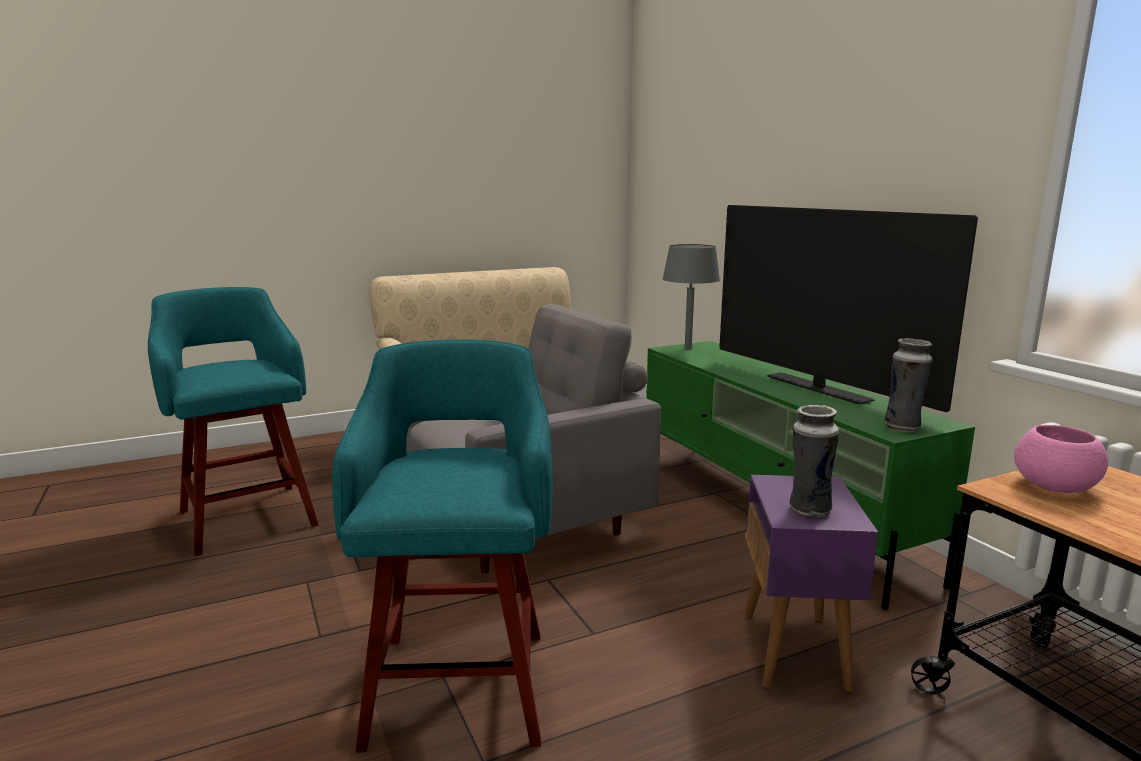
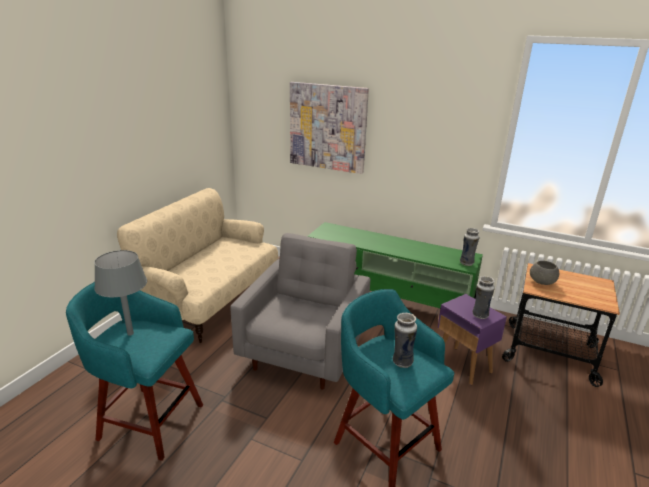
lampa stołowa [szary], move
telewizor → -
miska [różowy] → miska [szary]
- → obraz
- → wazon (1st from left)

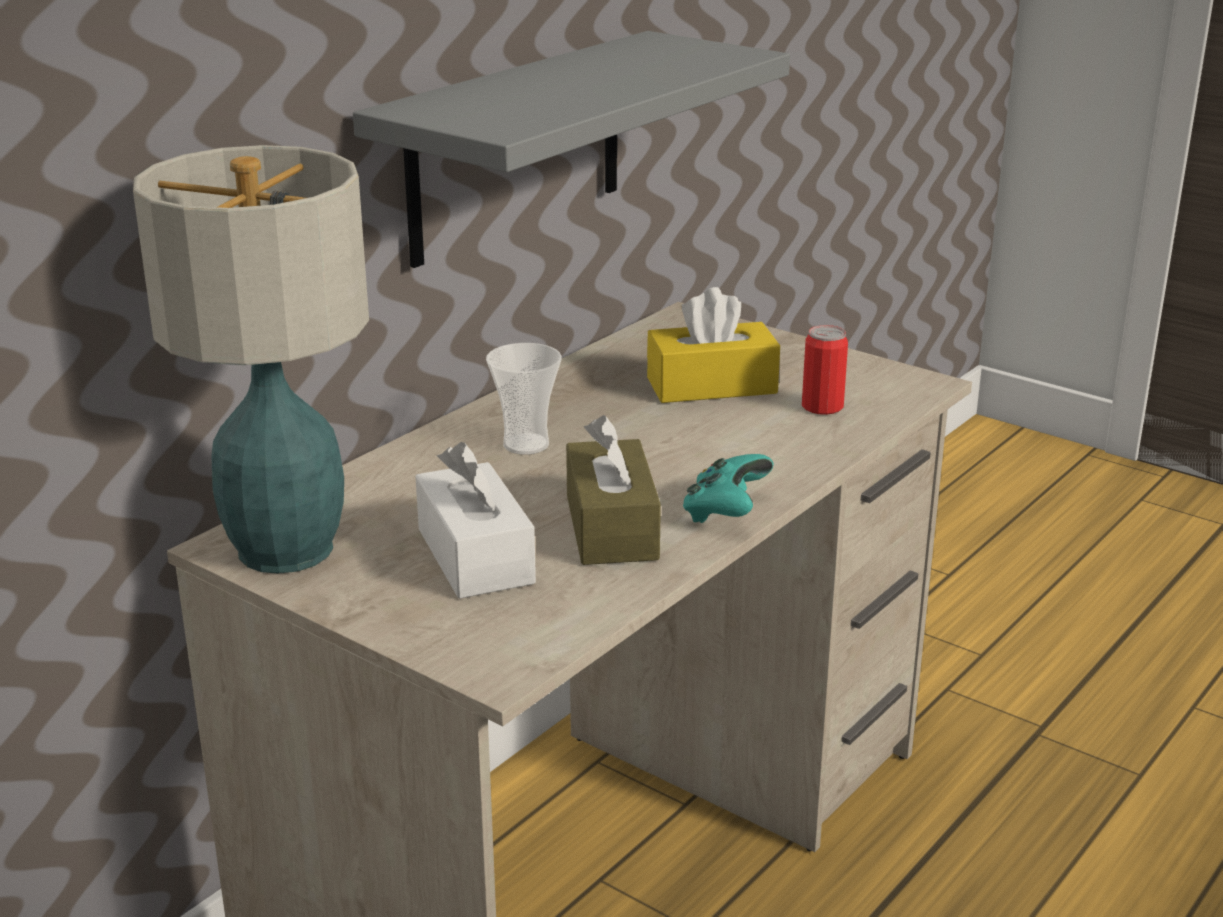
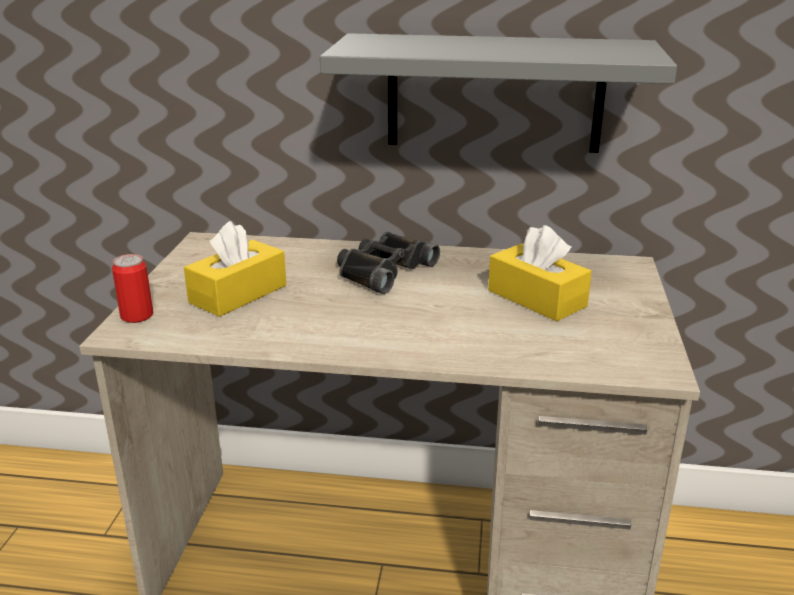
lampa stołowa → -
pudełko chusteczek [biały] → pudełko chusteczek [żółty] (1st from left)
filiżanka → lornetka [czarny]
pudełko chusteczek [brązowy] → -
pad do gier [turkusowy] → -
puszka, move

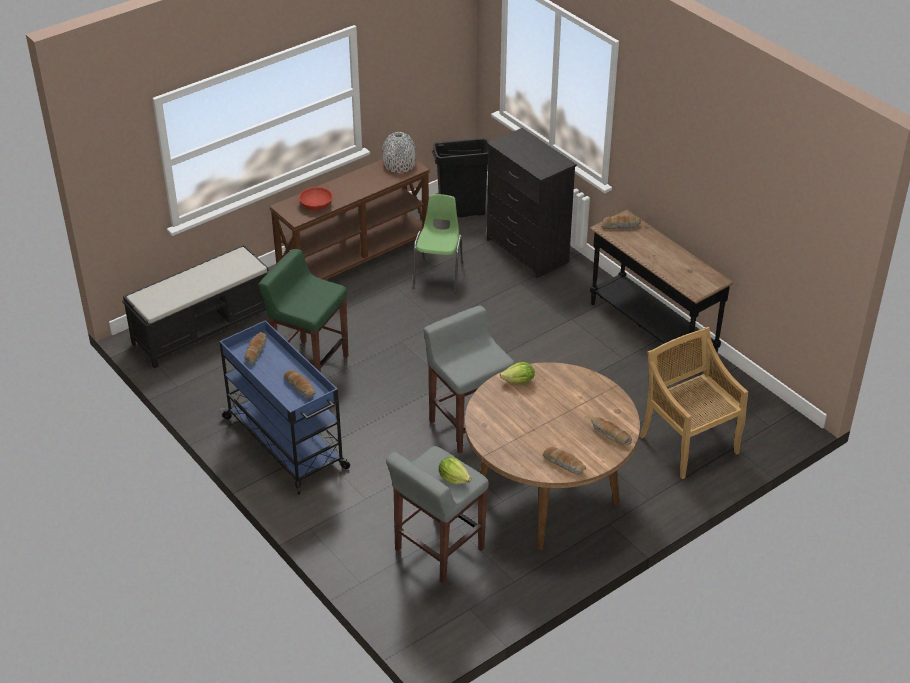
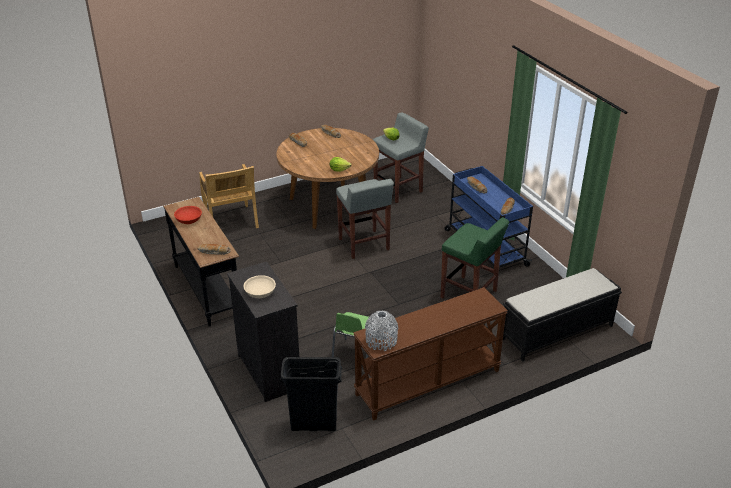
miska [czerwony], move
- → miska [beżowy]

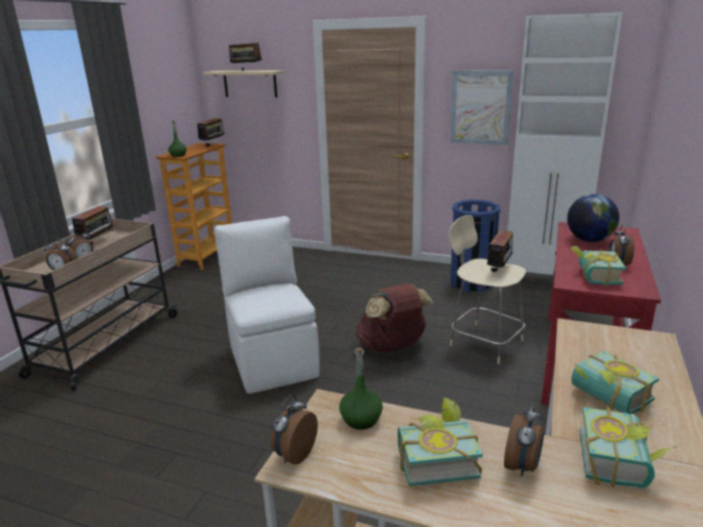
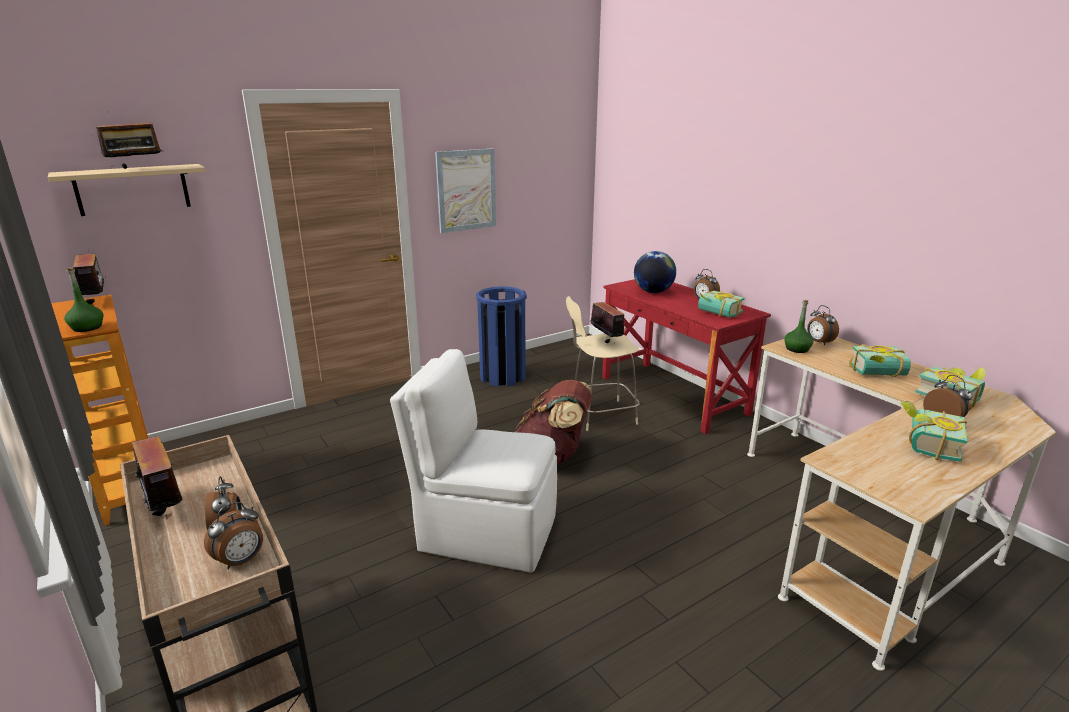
budzik (3rd from left in the first image) → budzik (4th from left), move
butelka [zielony] (2nd from left), move
szafka [biały] → -

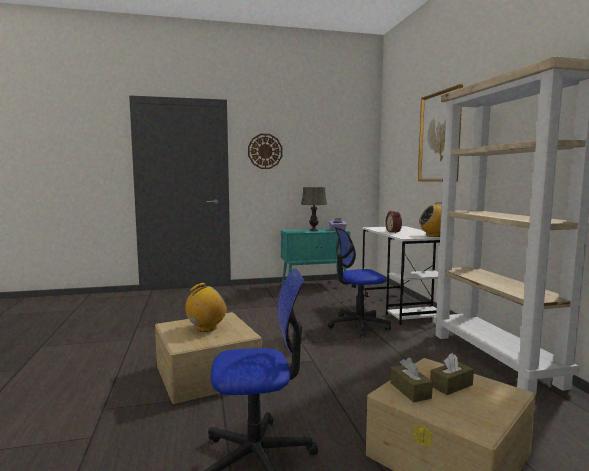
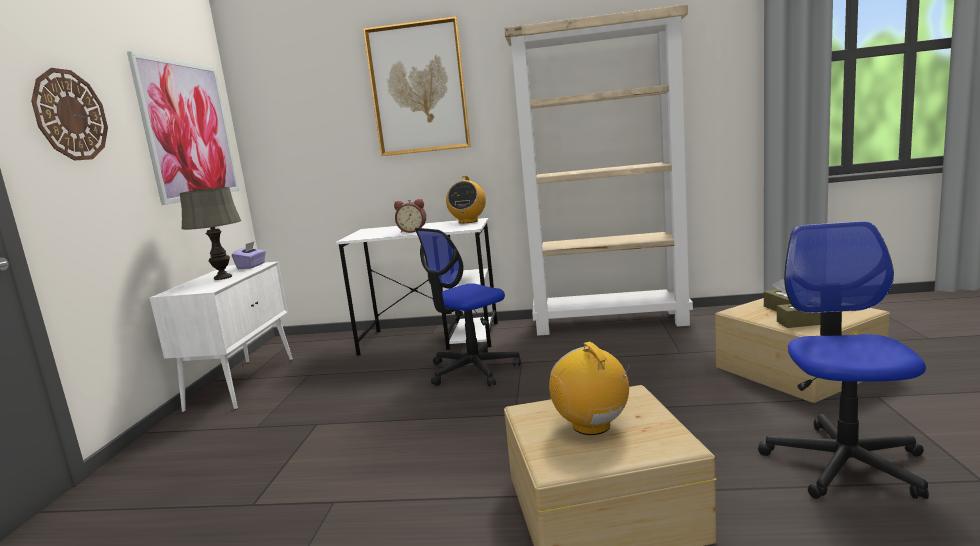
szafka [turkusowy] → szafka [biały]
krzesło biurowe (2nd from left in the first image) → krzesło biurowe (1st from left), 45 degrees clockwise
- → obraz (1st from left)

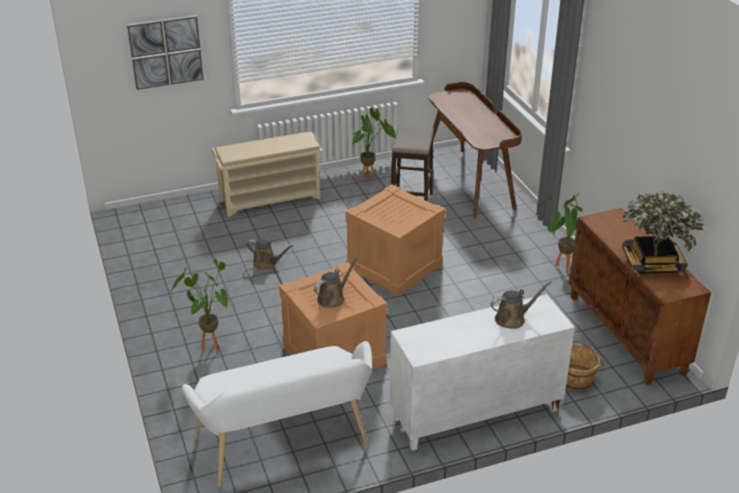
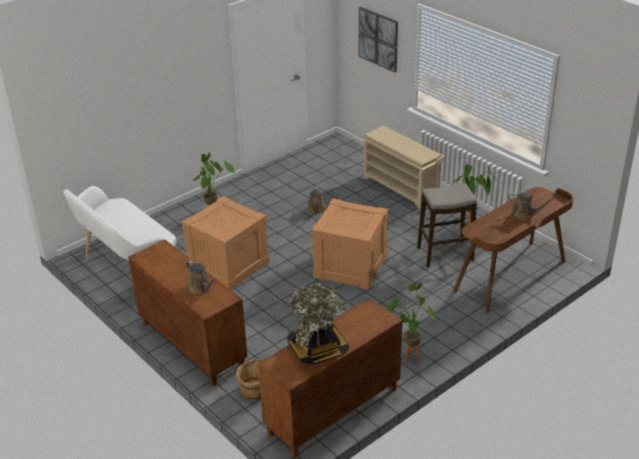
konewka [brązowy] (2nd from left in the first image) → konewka [brązowy] (3rd from left), move
szafka [biały] → szafka [brązowy] (1st from left)

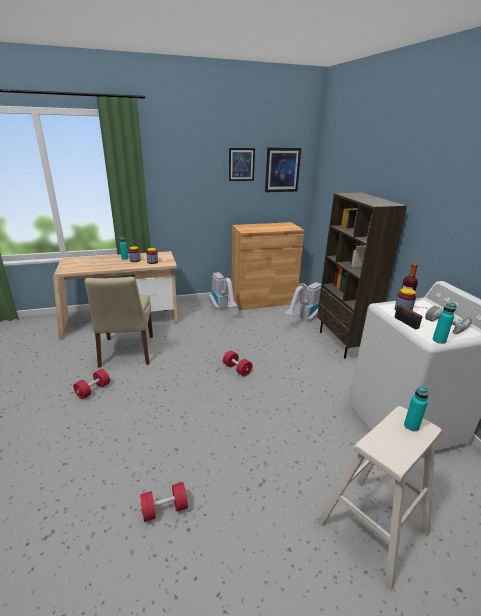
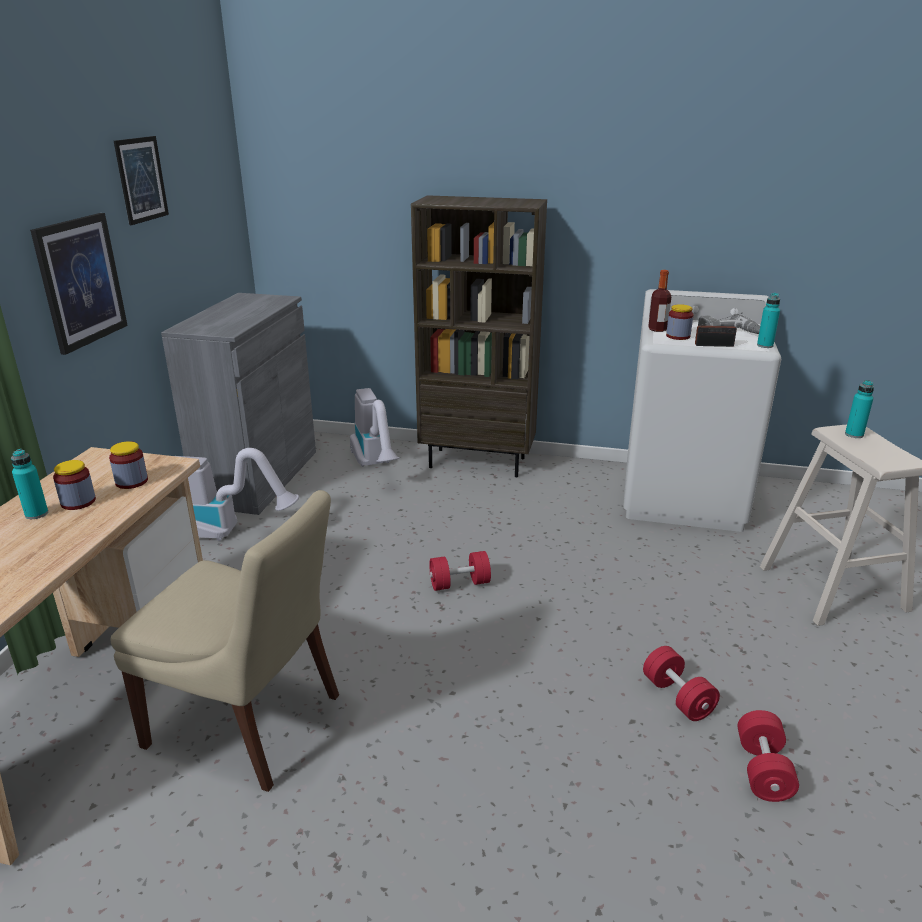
hantel [czerwony] (1st from left in the first image) → hantel [czerwony] (2nd from left), move
szafka [brązowy] → szafka [szary]
obraz (2nd from left in the first image) → obraz (1st from left), move

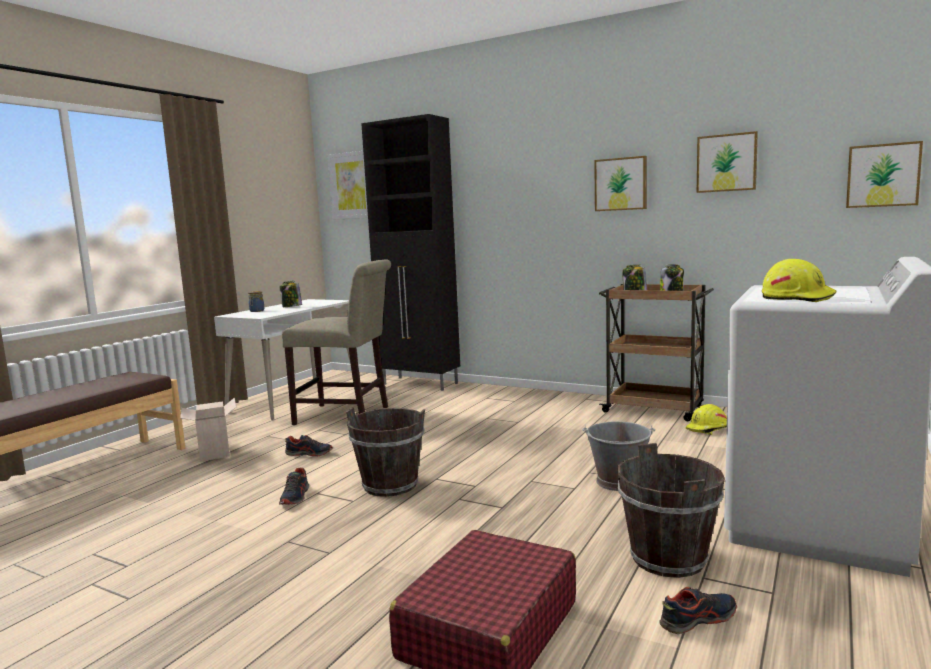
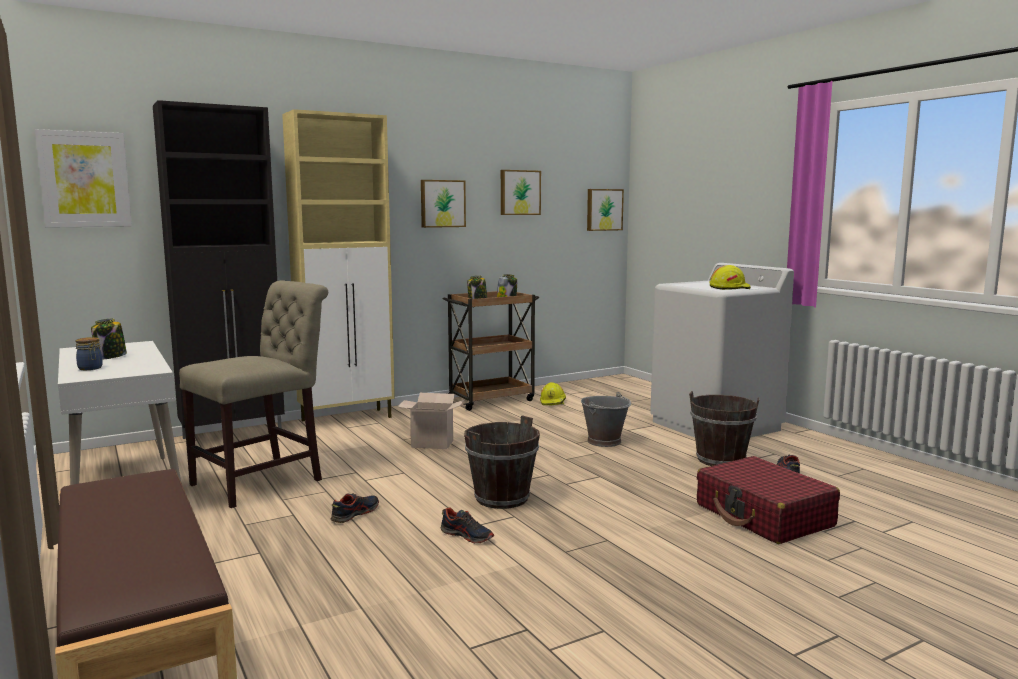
karton, move
- → szafka [beżowy]

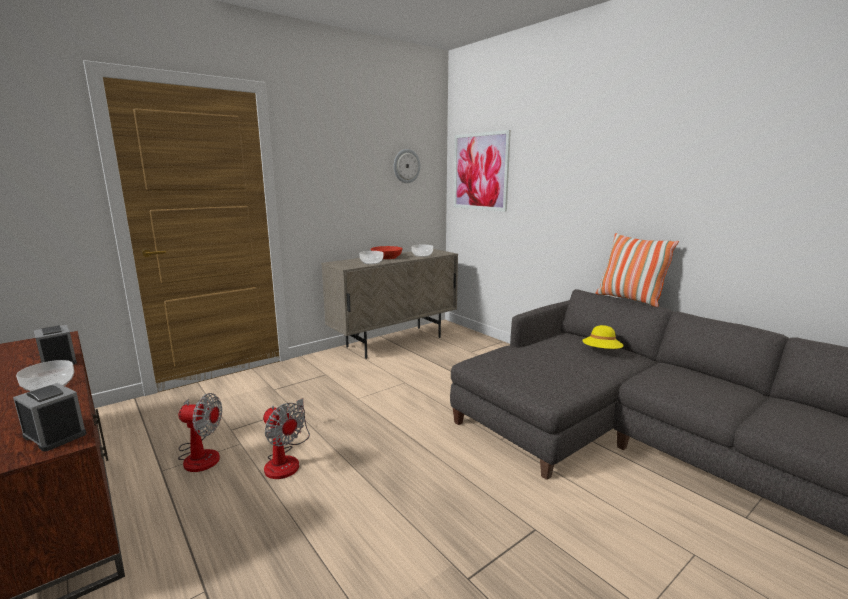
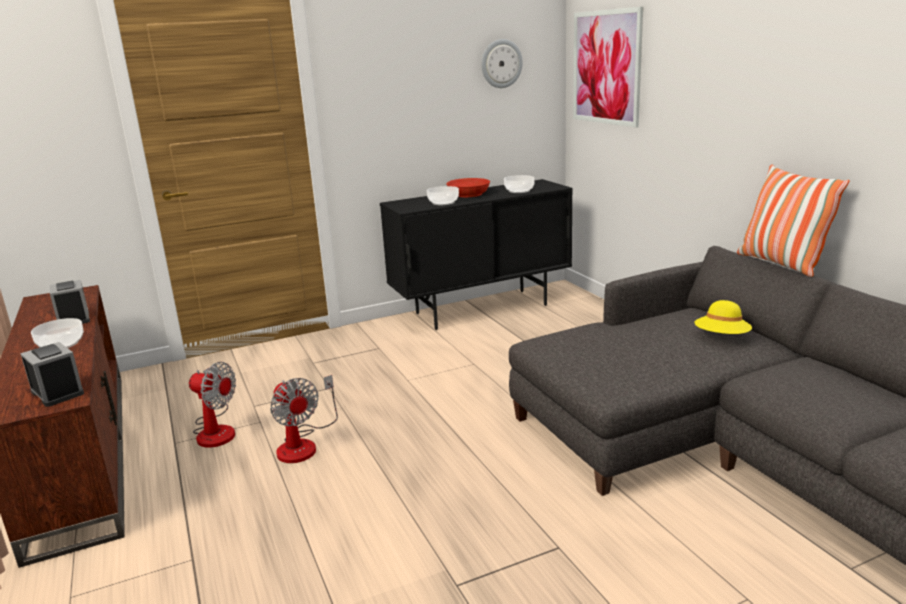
szafka [beżowy] → szafka [czarny]

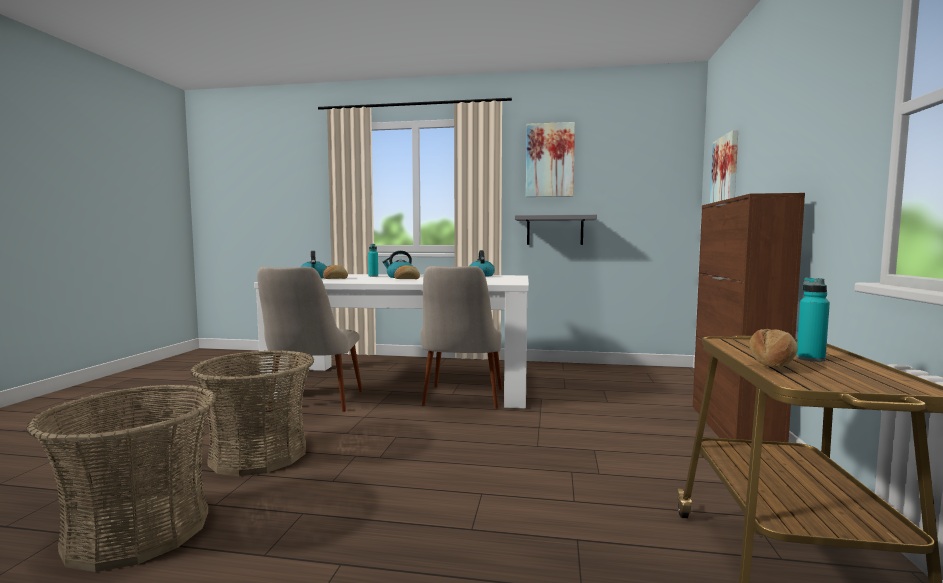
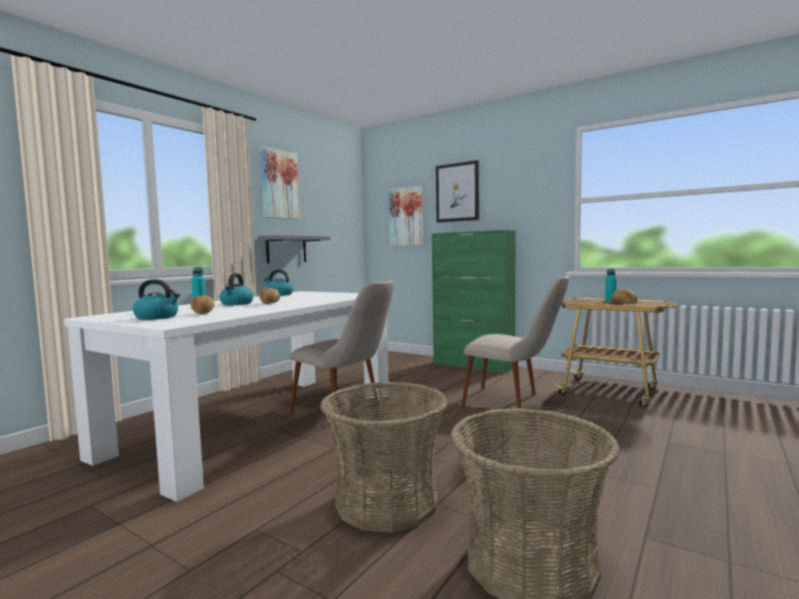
krzesło [beżowy] (1st from left in the first image) → krzesło [beżowy] (2nd from left), move
szafka [brązowy] → szafka [zielony]
- → obraz (3rd from left)

